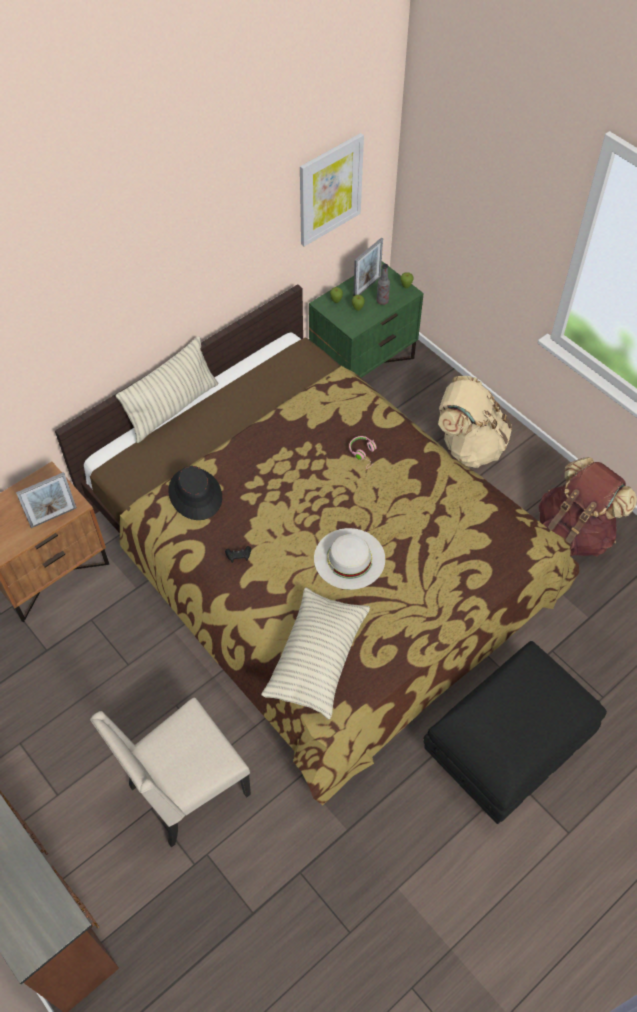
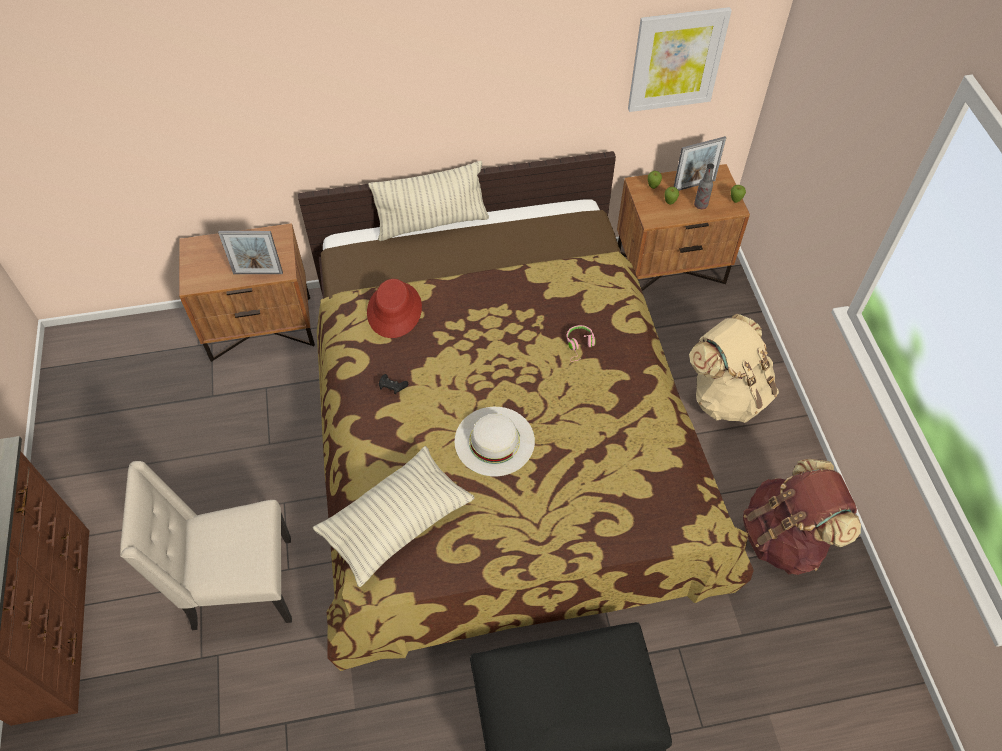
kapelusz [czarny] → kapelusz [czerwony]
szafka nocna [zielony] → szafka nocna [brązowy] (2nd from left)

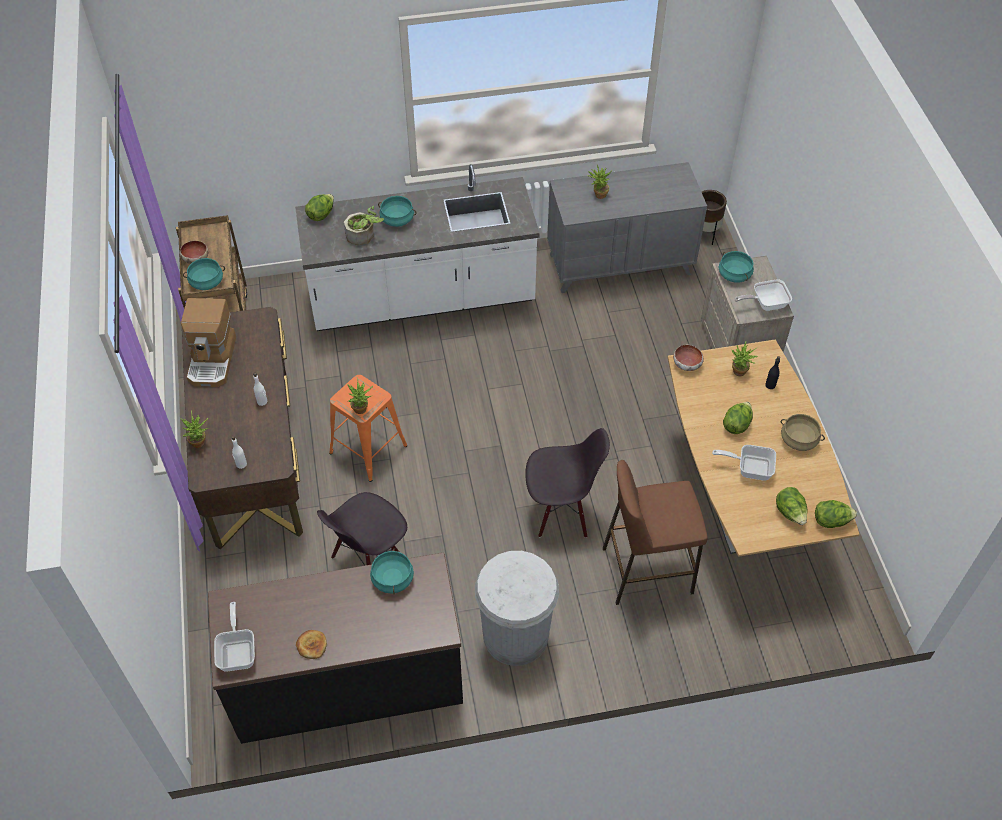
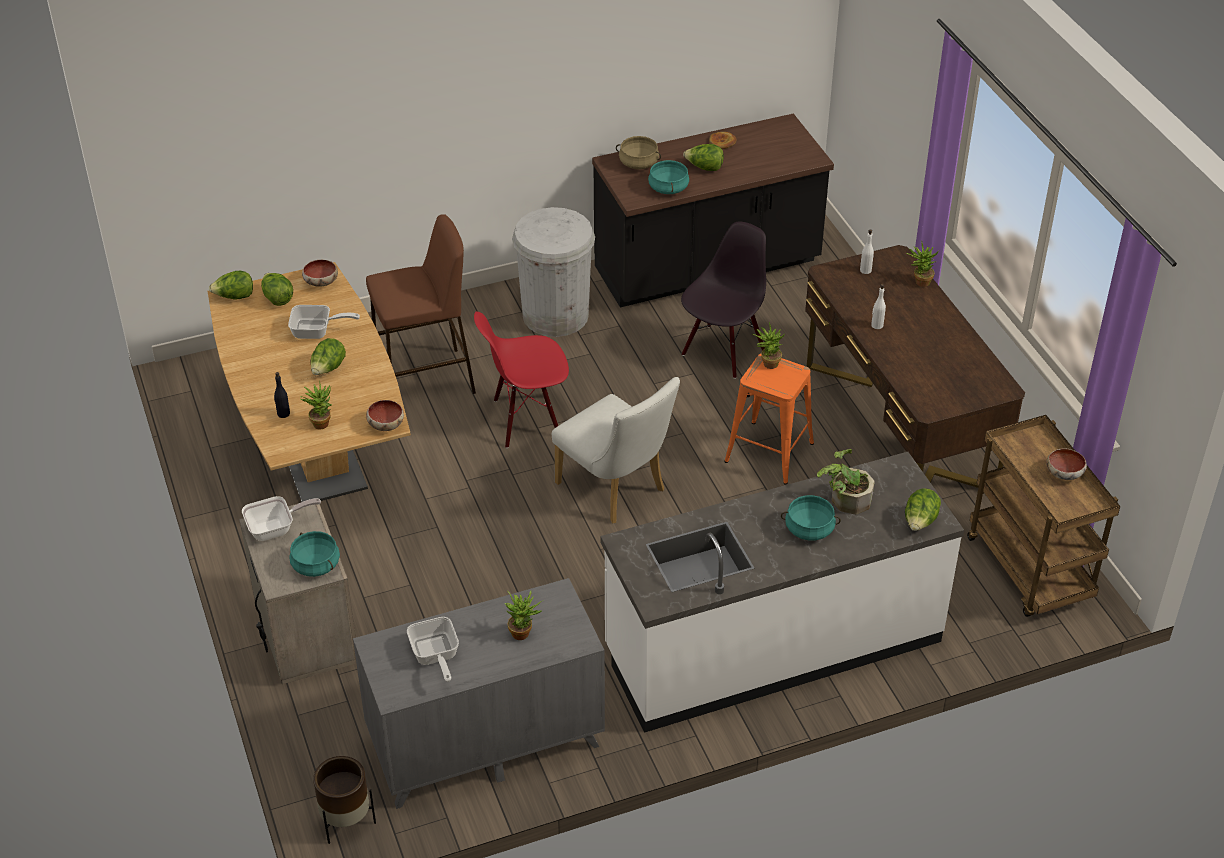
ekspres do kawy → -
garnek [turkusowy] (1st from left) → -
patelnia (1st from left in the first image) → patelnia (3rd from left), move
krzesło [czarny] (2nd from left) → krzesło [czerwony]
garnek [beżowy], move
- → miska (1st from left)
- → krzesło [biały]
- → sałata (4th from left)

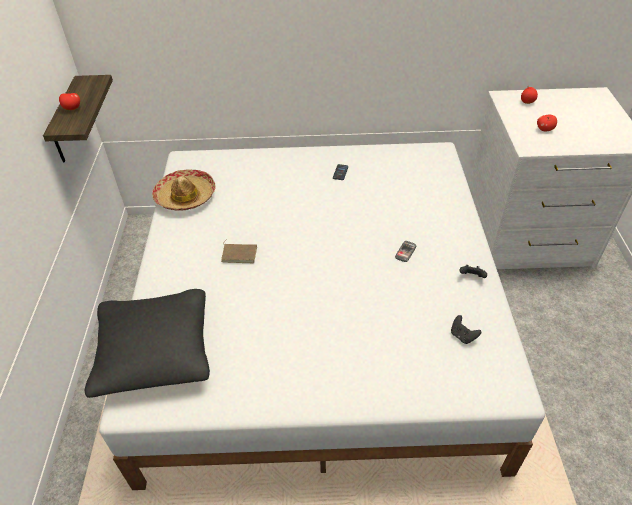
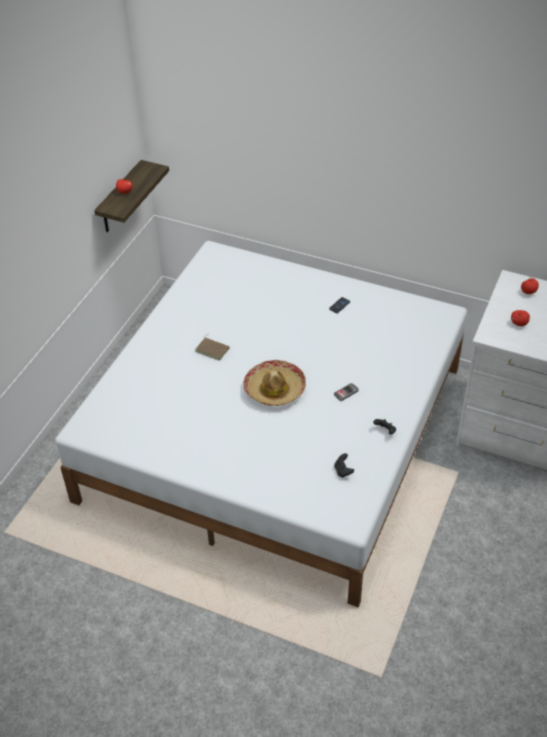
poduszka [czarny] → -
kapelusz, move

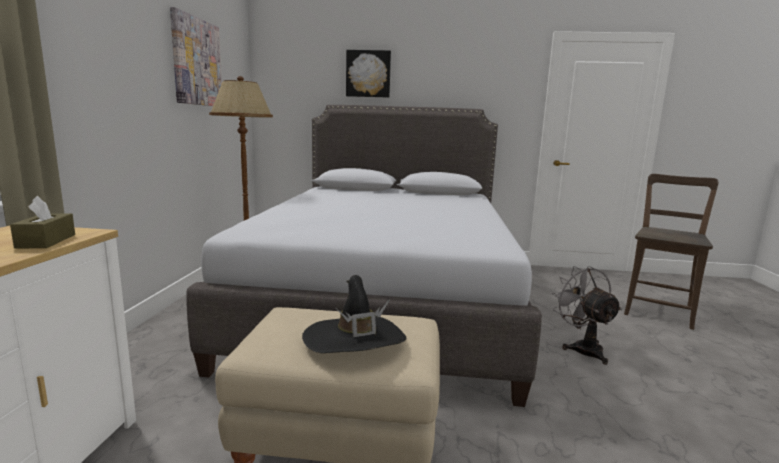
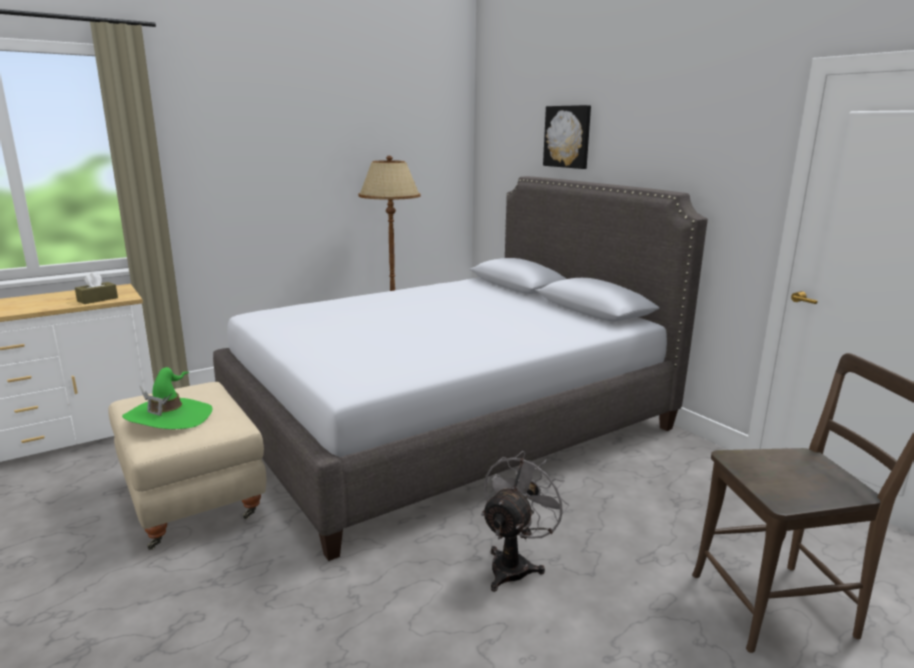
obraz (1st from left) → -
kapelusz [czarny] → kapelusz [zielony]

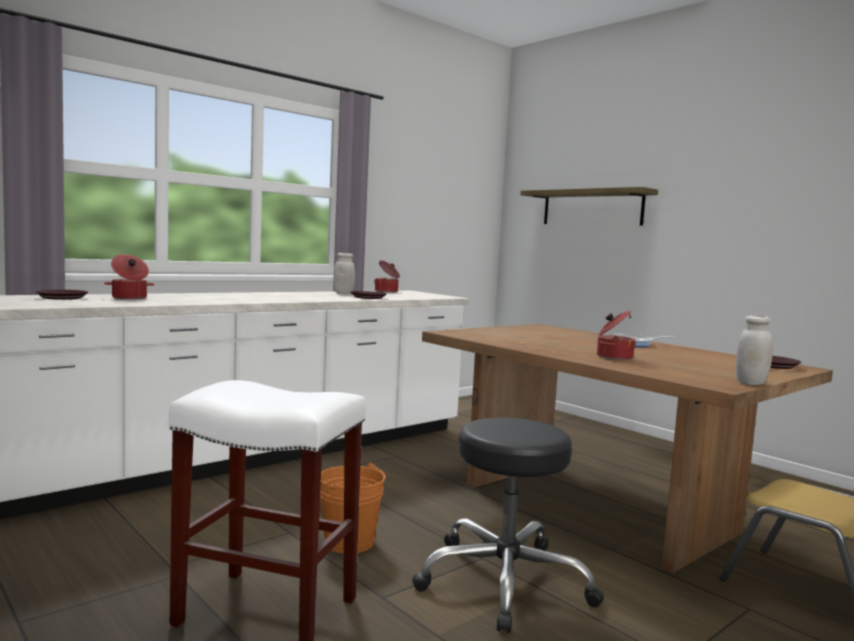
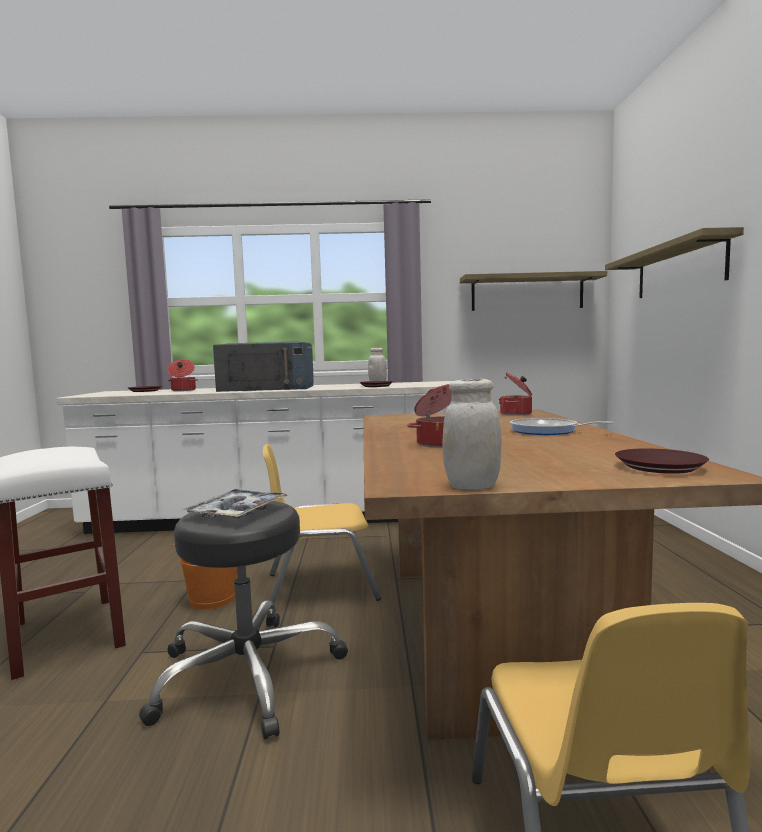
garnek (2nd from left in the first image) → garnek (3rd from left), move
- → taca
- → mikrofalówka [niebieski]
- → krzesło [żółty] (1st from left)
- → półka (1st from left)

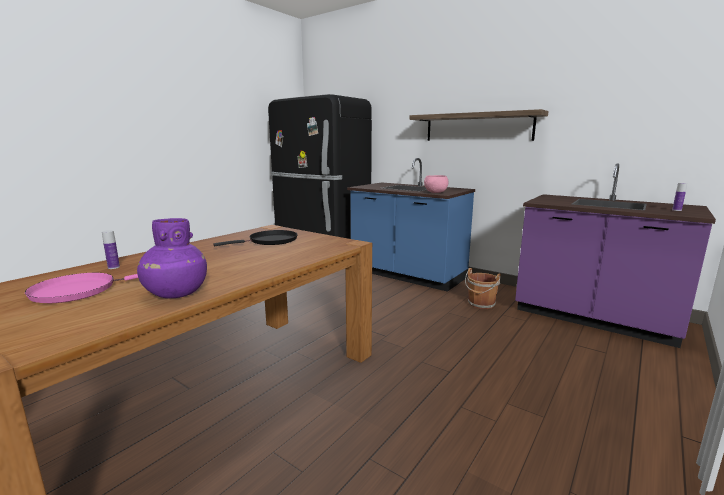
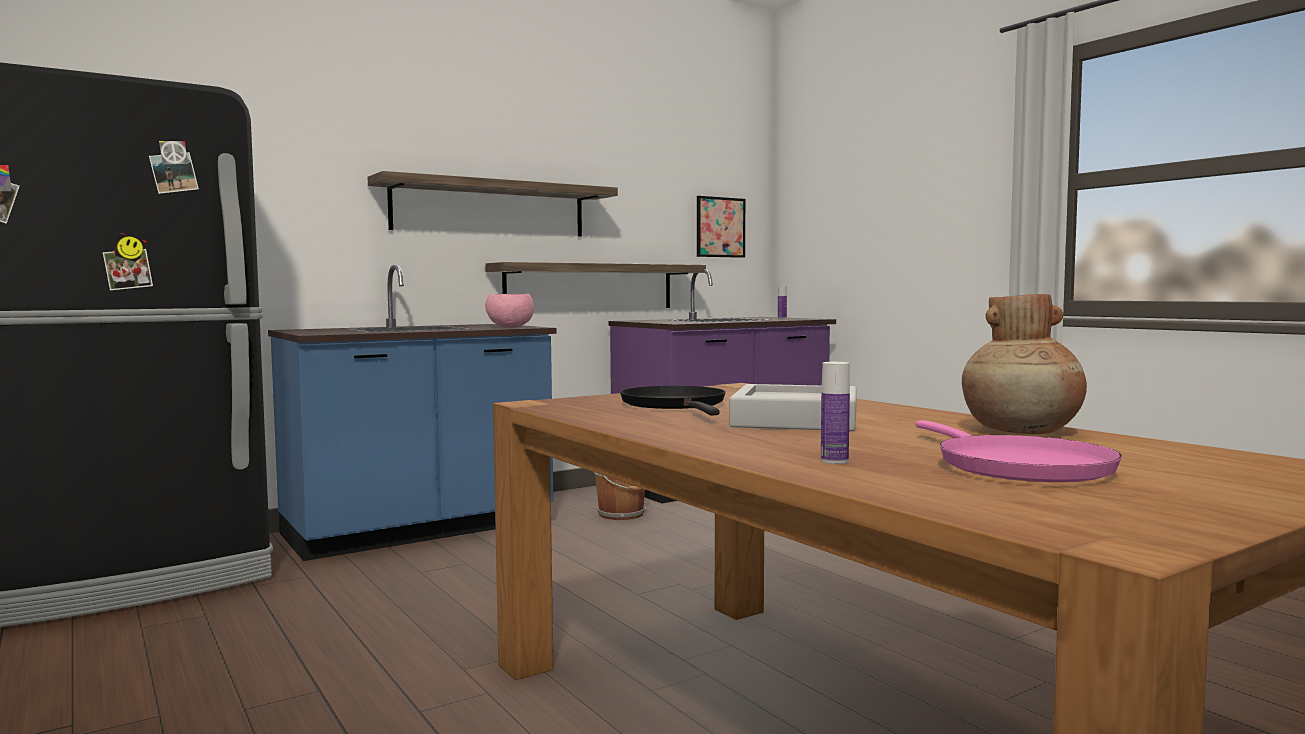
wazon [fioletowy] → wazon [brązowy]
- → półka (2nd from left)
- → obraz
- → taca [szary]

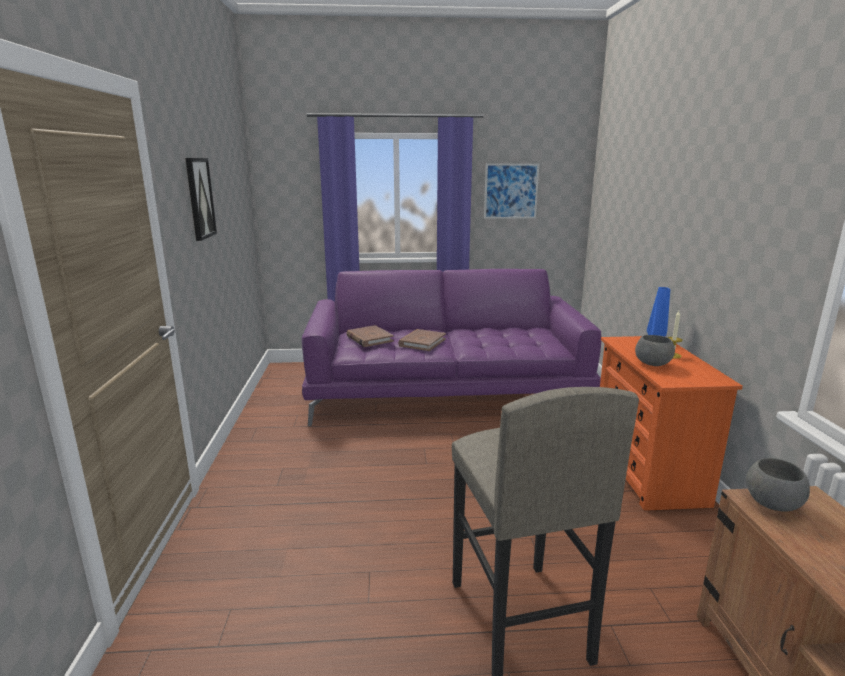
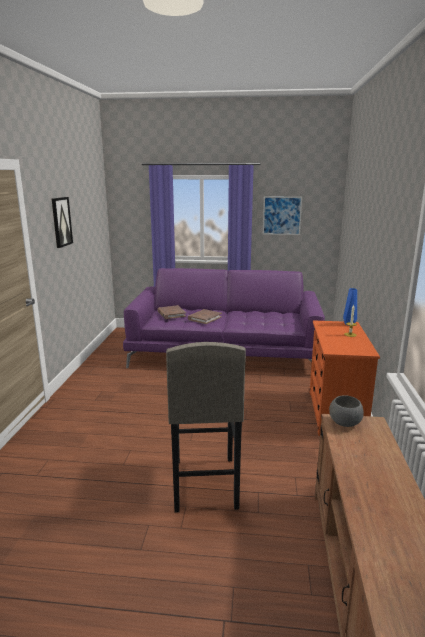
miska [szary] (1st from left) → -

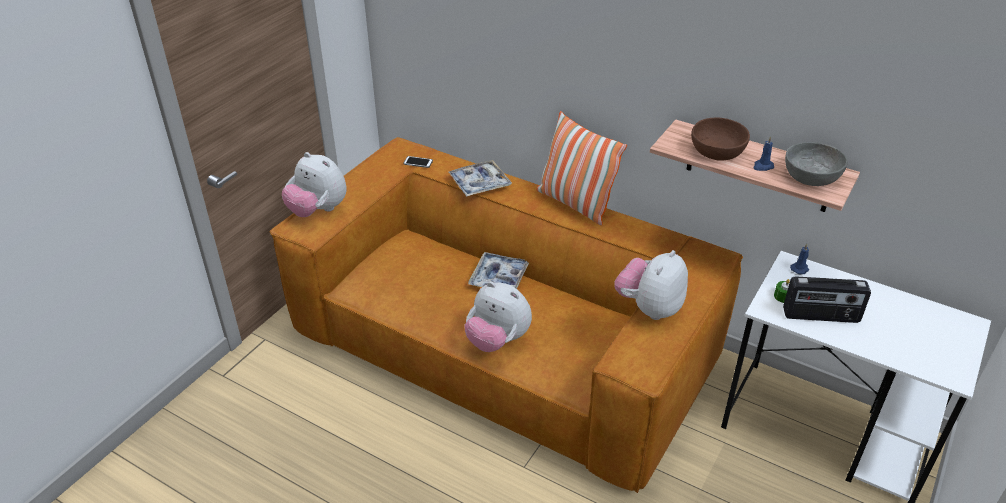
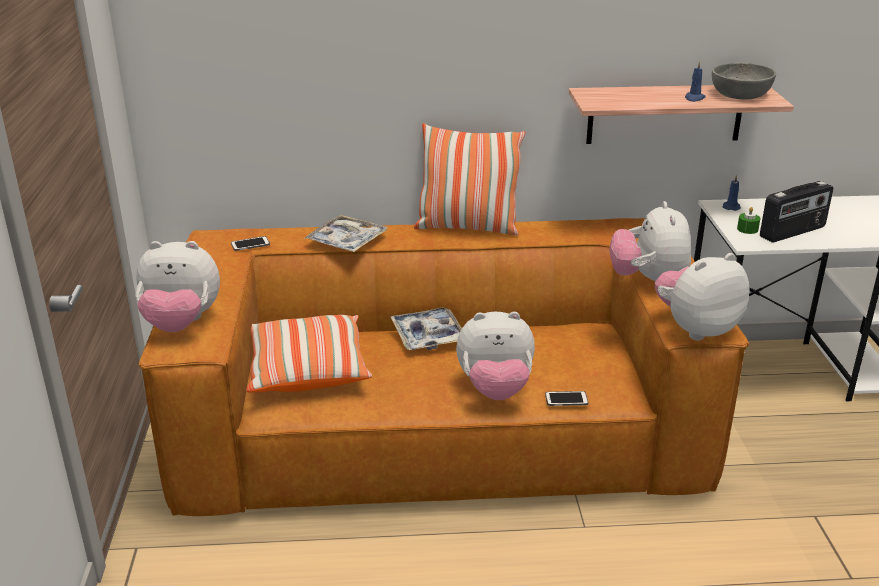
miska [brązowy] → -
- → poduszka (1st from left)
- → telefon (2nd from left)
- → pluszak (4th from left)

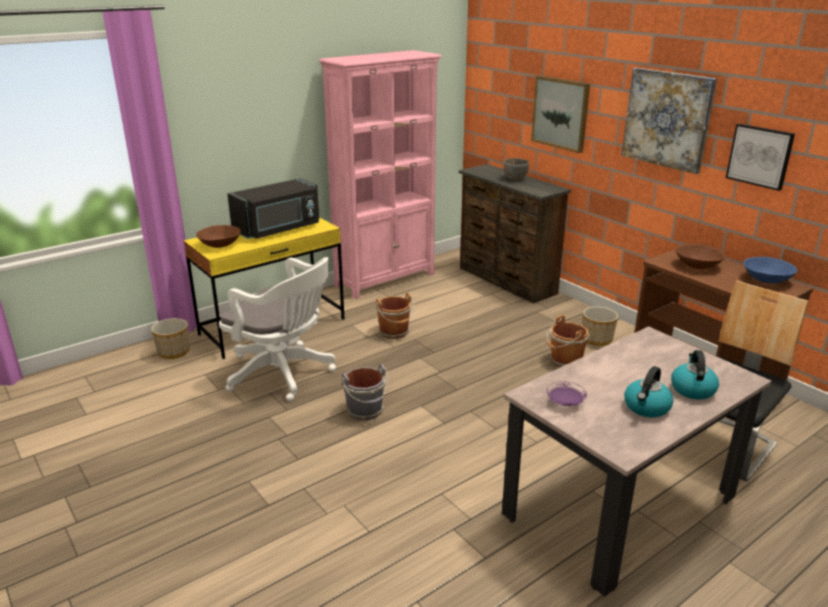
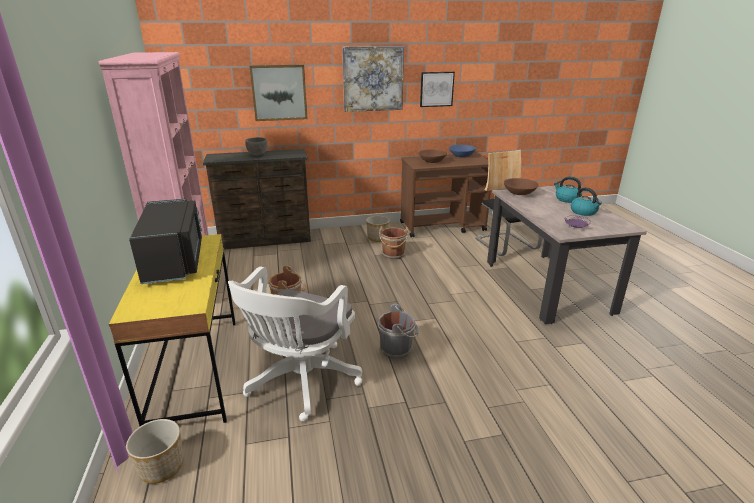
miska [brązowy] (1st from left in the first image) → miska [brązowy] (2nd from left), move
krzesło biurowe [biały], 150 degrees clockwise

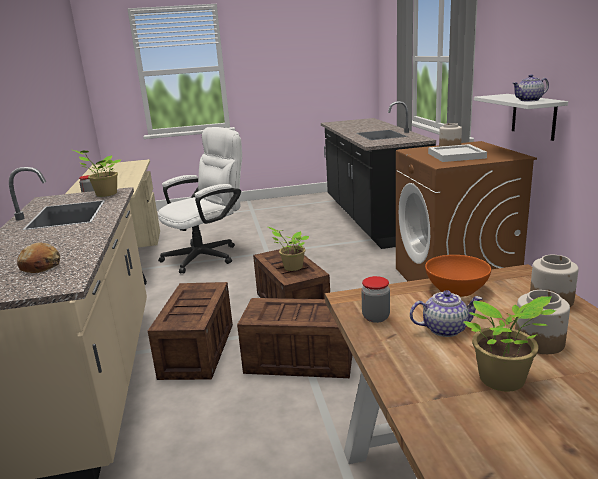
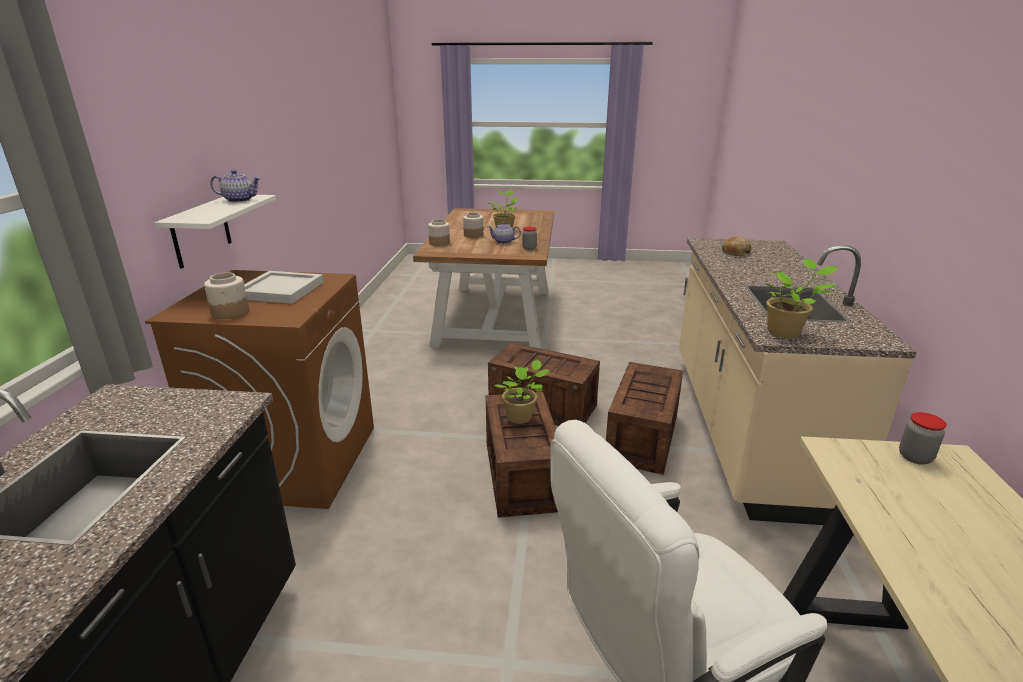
miska [pomarańczowy] → -

